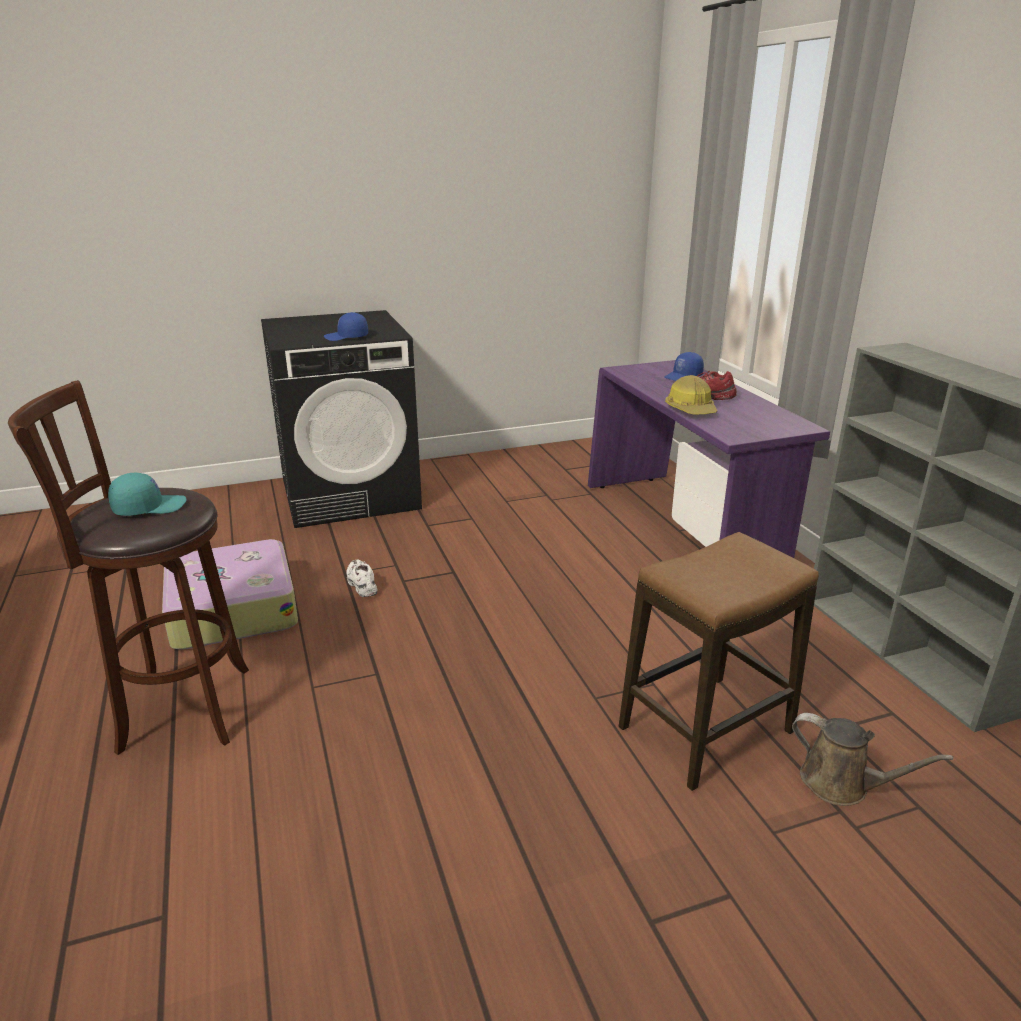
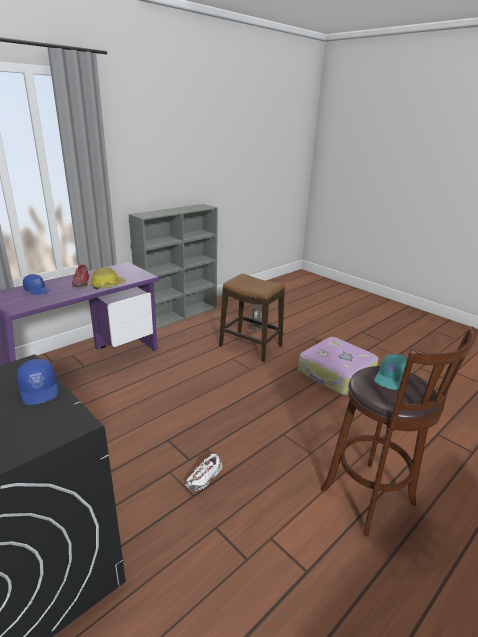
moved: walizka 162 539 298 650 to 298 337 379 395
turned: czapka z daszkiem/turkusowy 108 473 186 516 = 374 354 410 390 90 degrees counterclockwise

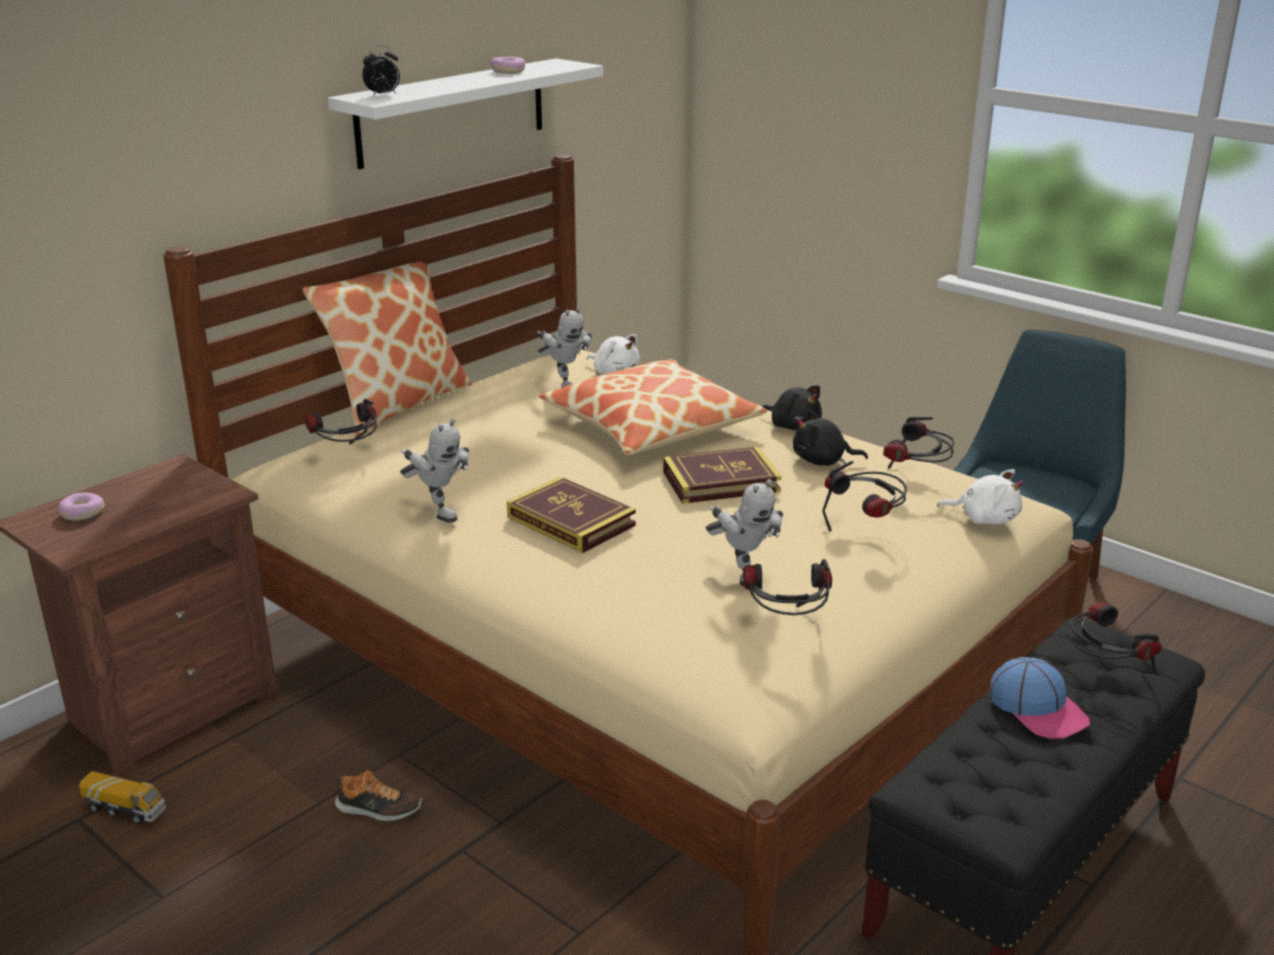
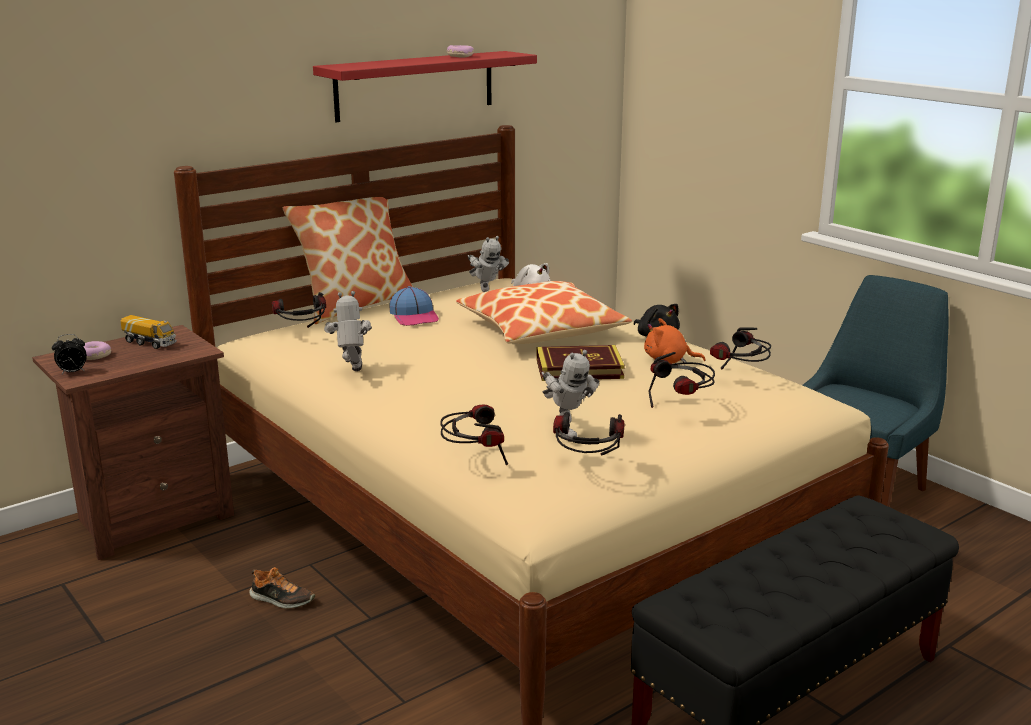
removed: książka 507 477 636 553; pluszak/biały 937 469 1023 525
moved: ciężarówka zabawkowa 79 771 166 824 to 120 315 177 349; budzik 362 45 400 97 to 52 334 87 374; czapka z daszkiem 990 657 1090 739 to 389 286 439 326; słuchawki 1069 602 1162 673 to 440 404 508 465
recoloured: półka/biały 328 58 603 169 to półka/czerwony 313 51 537 122; pluszak/czarny 793 409 868 466 to pluszak/pomarańczowy 644 318 706 364
turned: robot zabawkowy 400 418 469 523 = 324 291 372 371 150 degrees counterclockwise

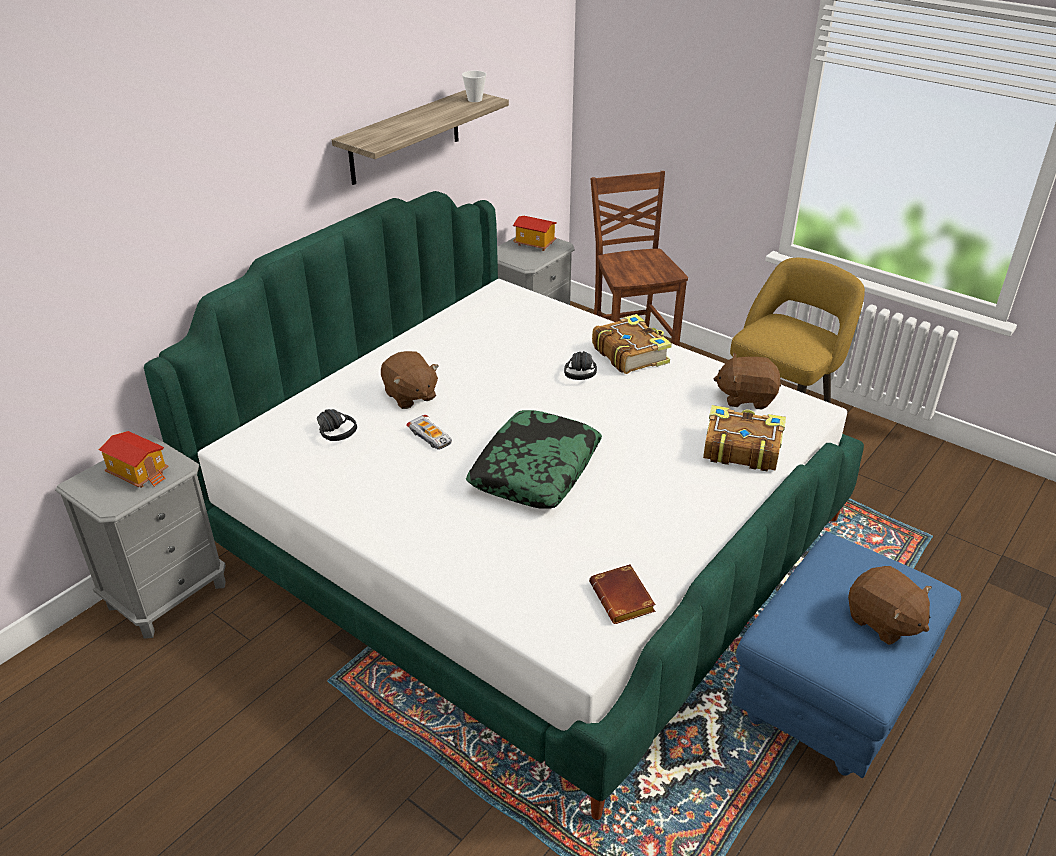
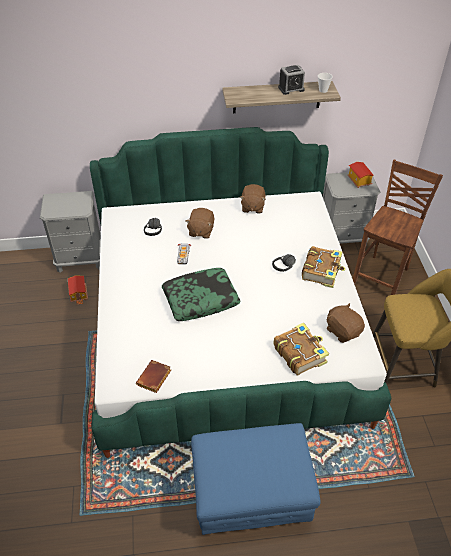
added: budzik 278 65 305 95
moved: domek 99 431 169 488 to 68 275 88 305; pluszak/brązowy 848 566 932 645 to 240 184 266 214

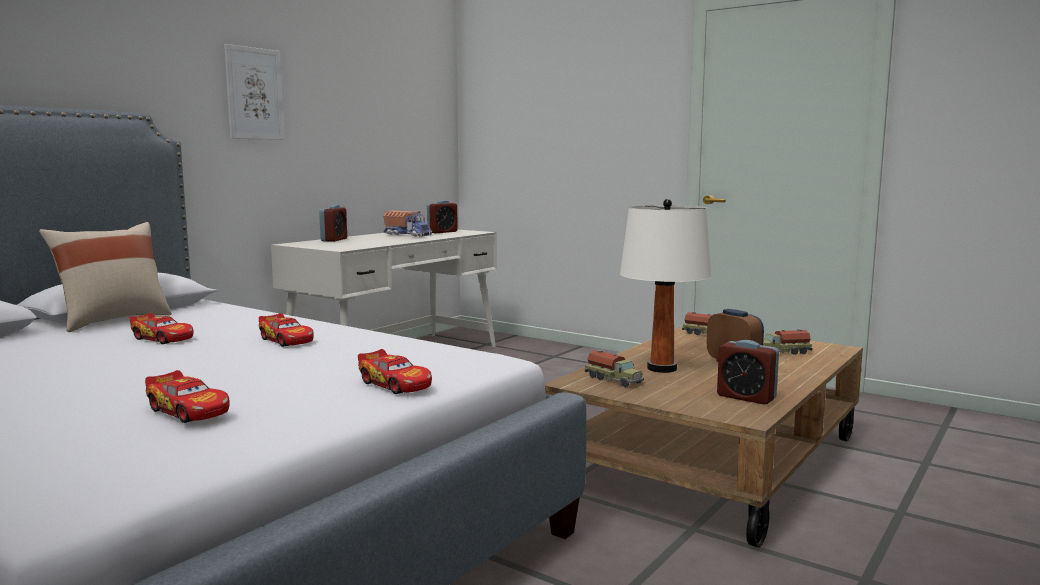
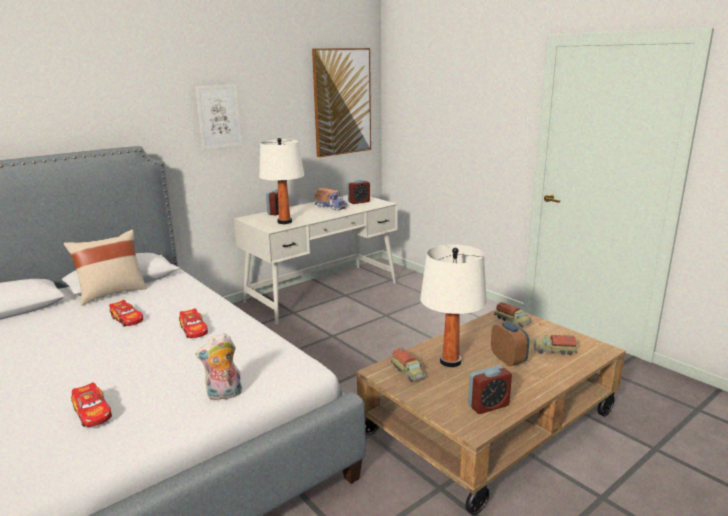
added: lampa stołowa/biały 259 138 304 224; obraz 312 48 371 157
replaced: samochodzik 358 349 432 394 to pluszak 195 333 242 401
turned: budzik 717 340 779 405 = 468 365 512 414 75 degrees counterclockwise

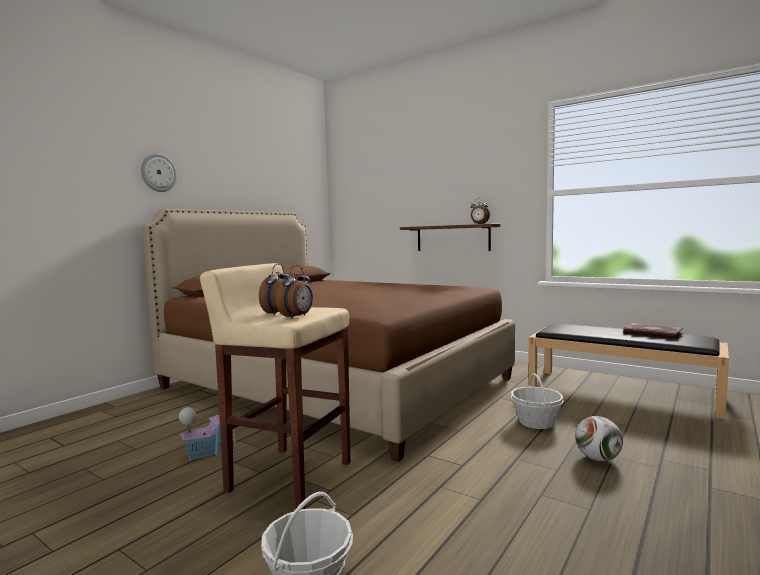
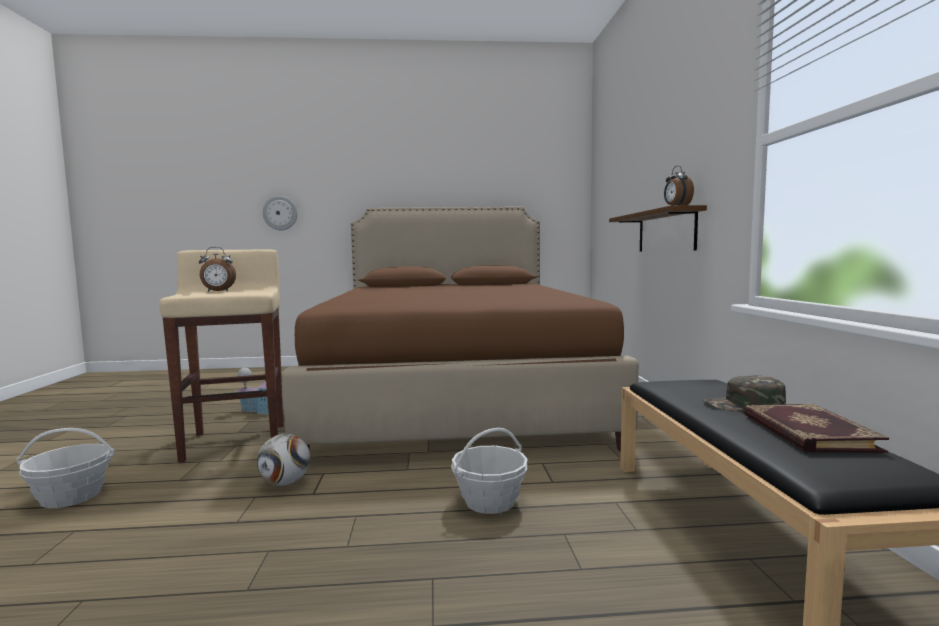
removed: budzik 276 265 313 319
added: czapka z daszkiem/zielony 702 375 786 411
moved: zegar ścienny 140 153 177 192 to 263 196 297 230; piłka futbolowa 575 416 623 462 to 257 434 310 486

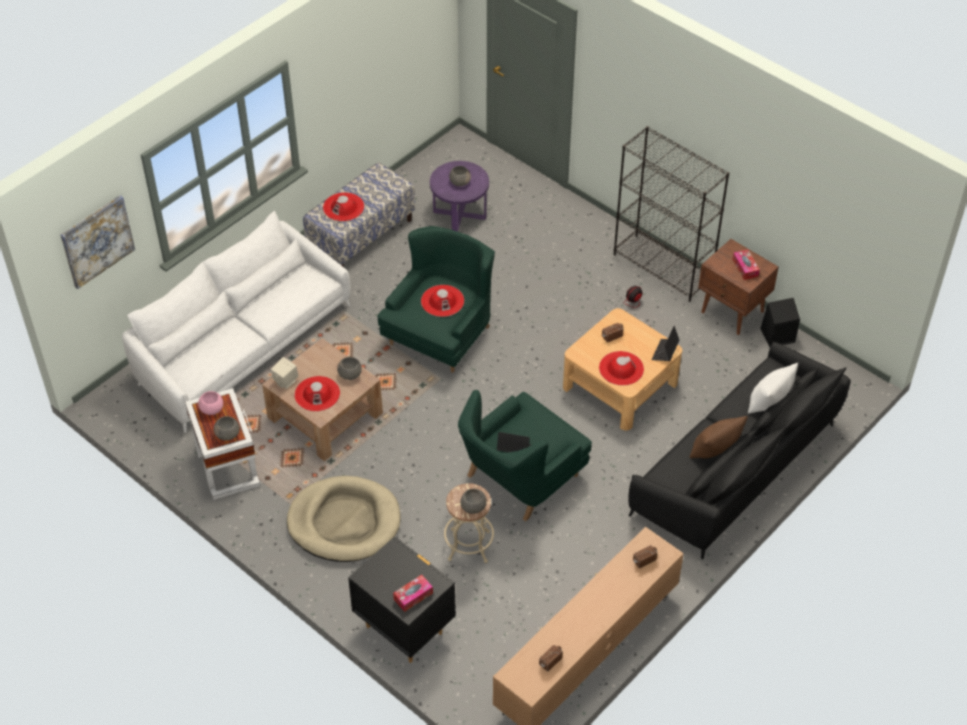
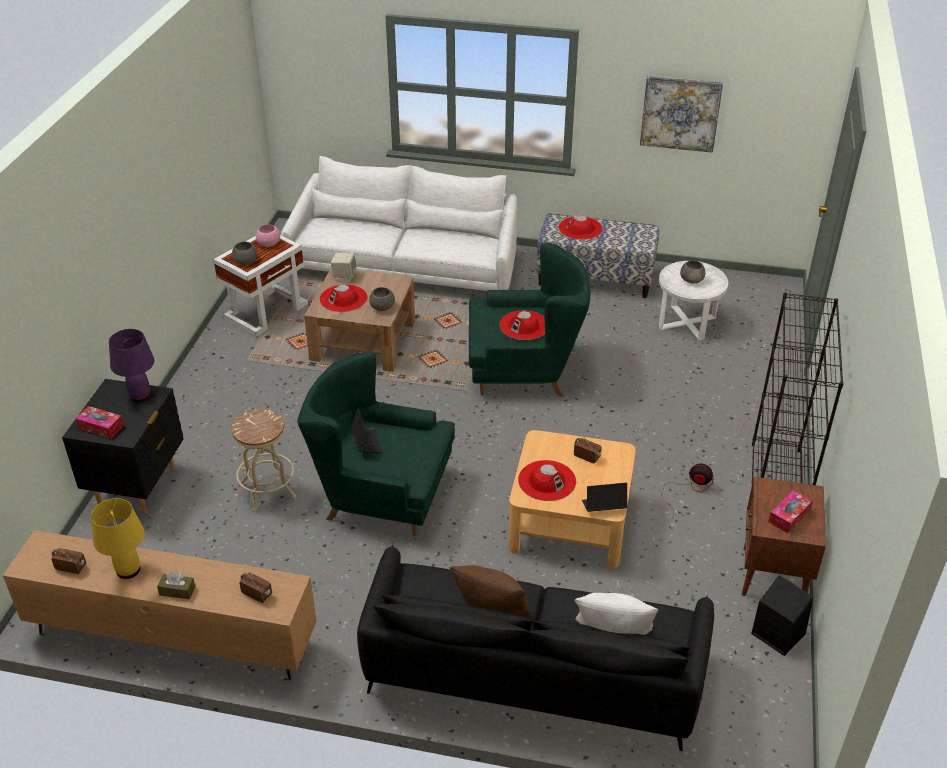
removed: legowisko/beżowy 287 476 401 562; miska/szary 460 489 487 514
added: lampa stołowa/żółty 91 498 145 579; lampa stołowa/fioletowy 109 329 154 402; pudełko chusteczek/brązowy 157 572 195 599
moved: obraz 60 195 135 289 to 640 76 723 153
recoloured: stolik/fioletowy 430 161 489 232 to stolik/biały 659 261 728 340

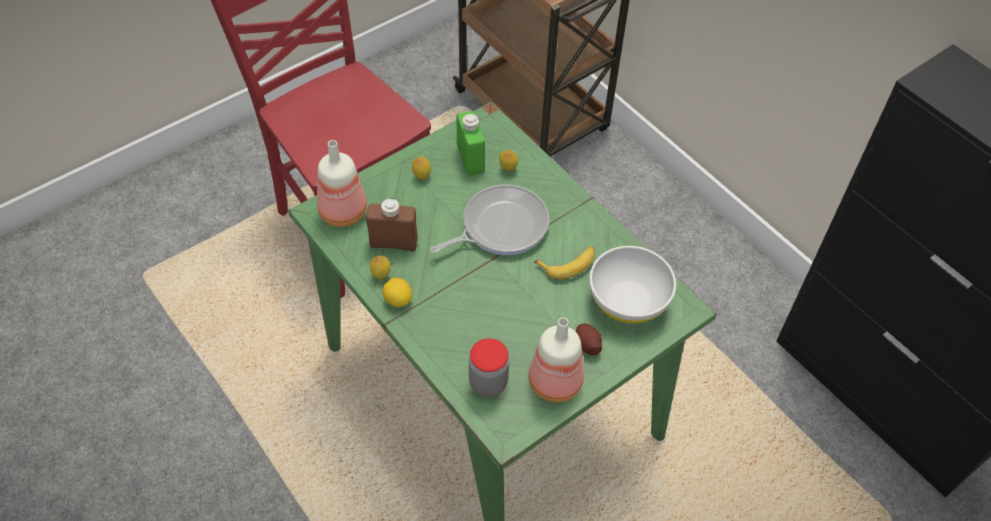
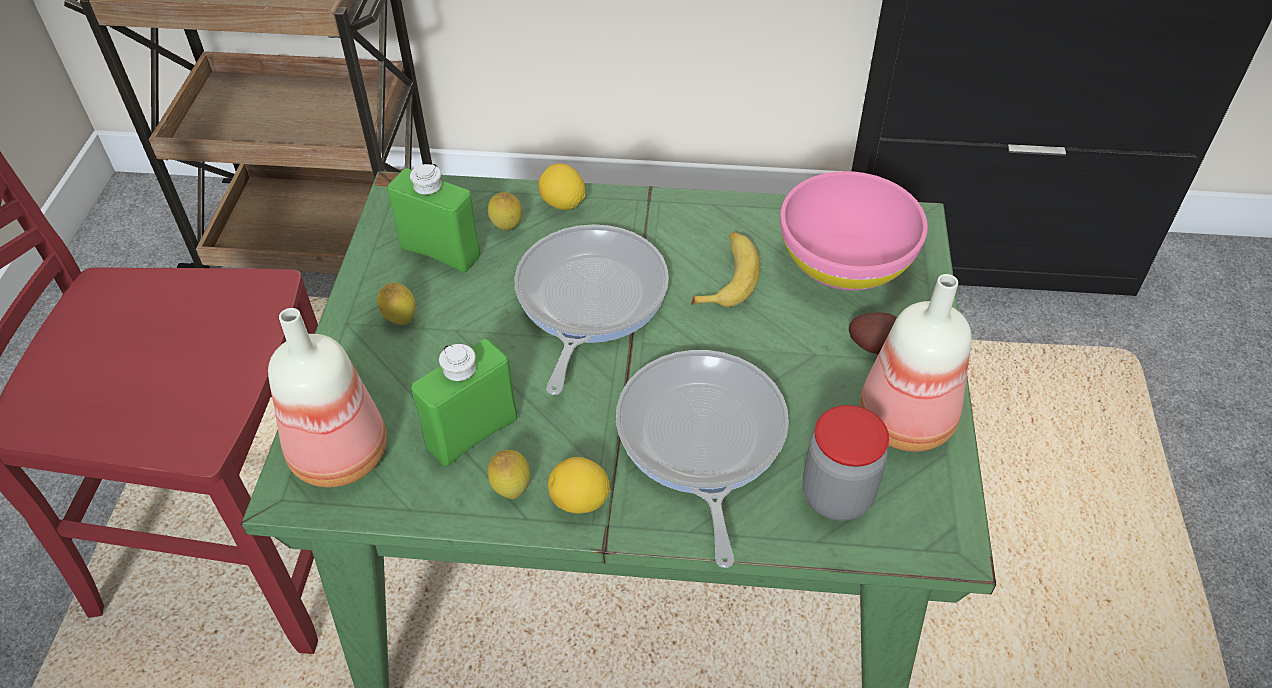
added: cytryna 538 163 586 210; patelnia 616 350 789 568
recoloured: butelka/brązowy 366 198 418 251 to butelka/zielony 411 339 517 467; miska/biały 589 246 676 323 to miska/różowy 780 171 928 291

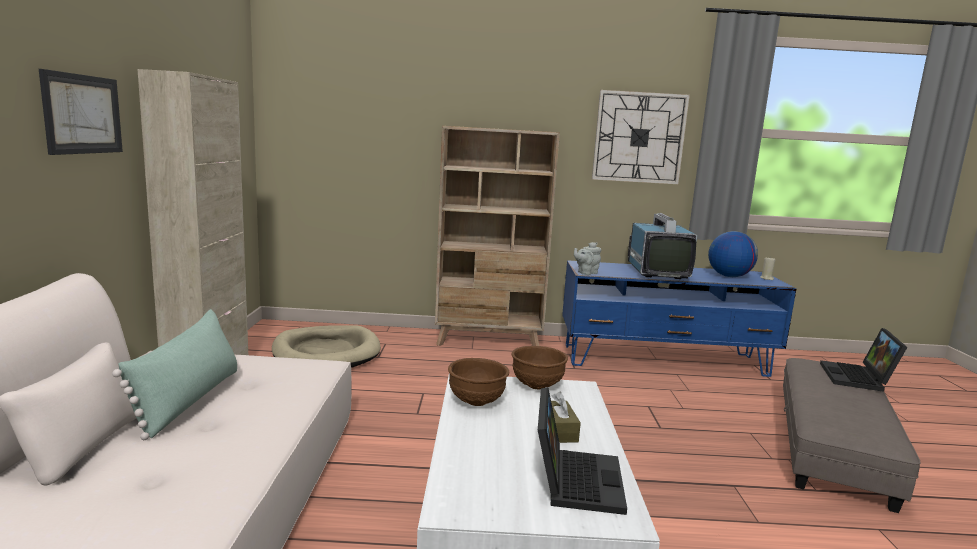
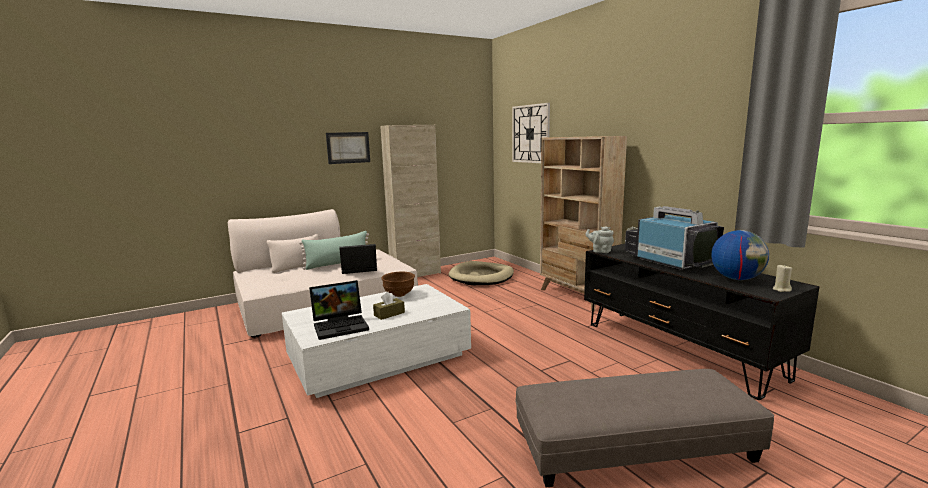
removed: miska/brązowy 511 346 568 389
moved: zegar ścienny 592 90 690 184 to 512 103 550 163; laptop 820 328 907 392 to 339 244 377 274
recoloured: szafka pod telewizor/niebieski 562 260 797 377 to szafka pod telewizor/czarny 584 244 820 400
turned: telewizor 628 213 697 279 = 625 206 724 270 90 degrees counterclockwise

